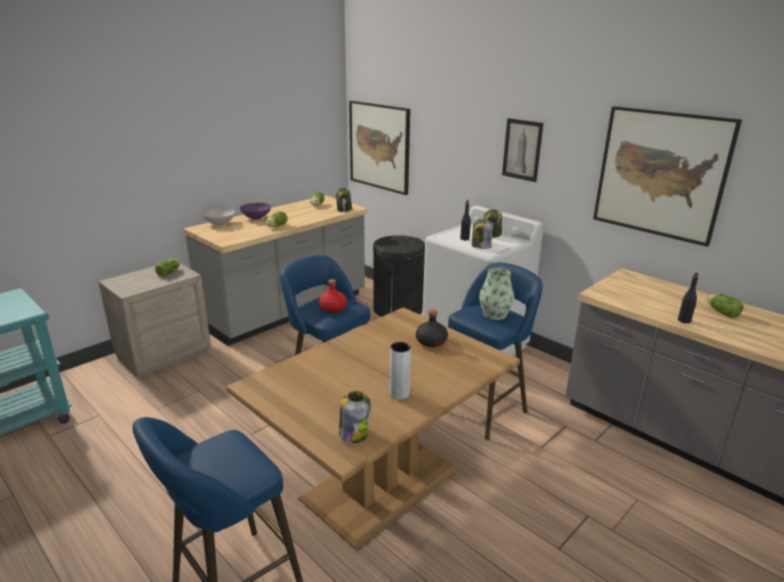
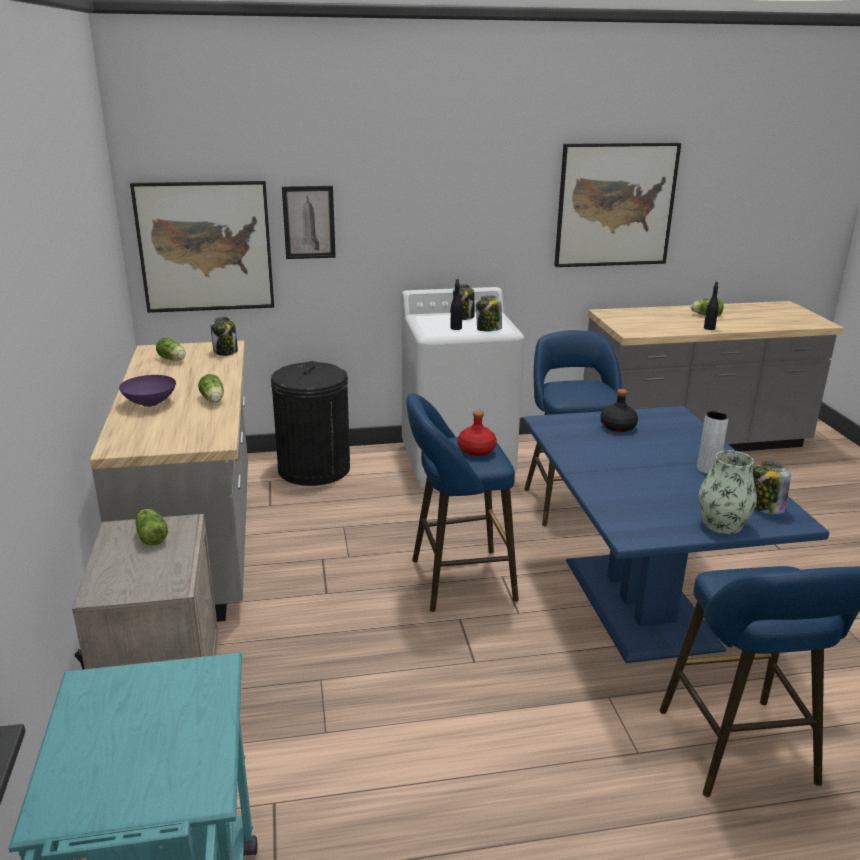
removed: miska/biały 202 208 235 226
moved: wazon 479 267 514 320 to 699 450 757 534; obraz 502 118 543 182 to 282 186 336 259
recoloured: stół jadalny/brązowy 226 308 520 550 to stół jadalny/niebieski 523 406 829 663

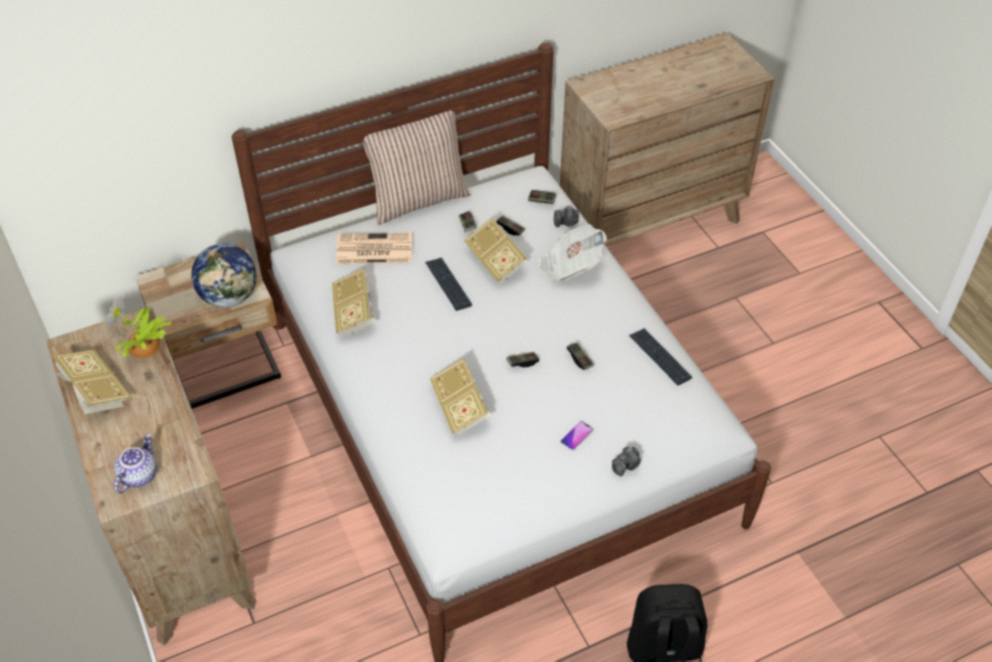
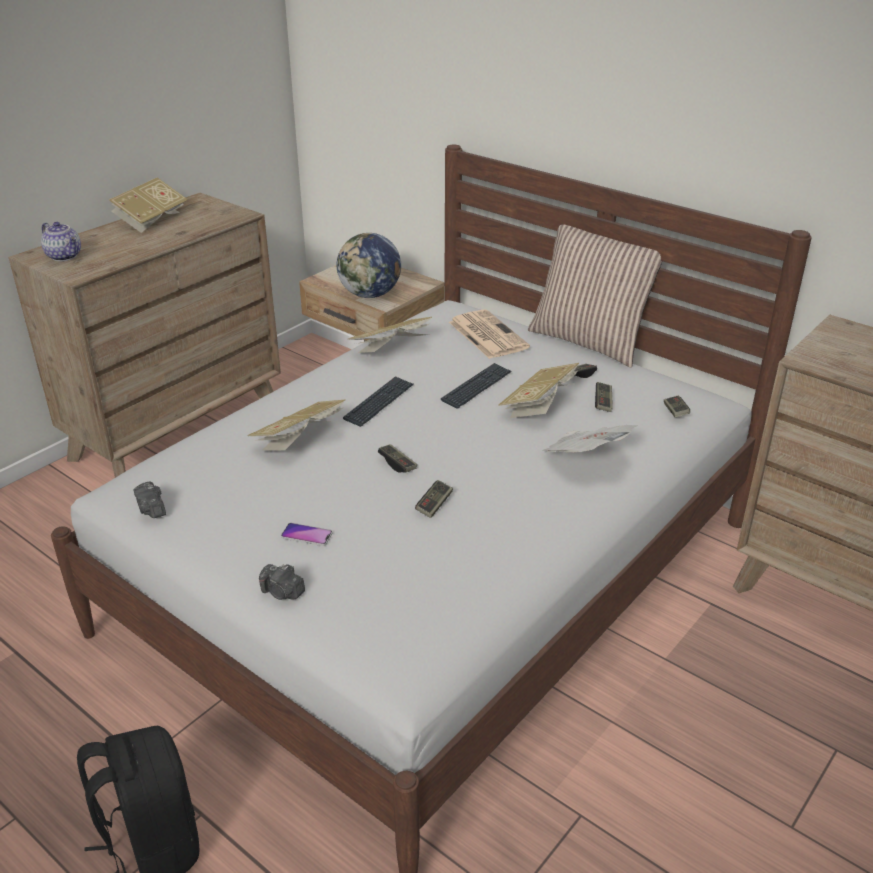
removed: roślina doniczkowa 106 297 172 359
moved: aparat fotograficzny 554 206 579 227 to 134 481 166 518; klawiatura 629 329 692 386 to 343 376 413 427
turned: imbryk 114 434 156 493 = 41 222 81 261 45 degrees clockwise

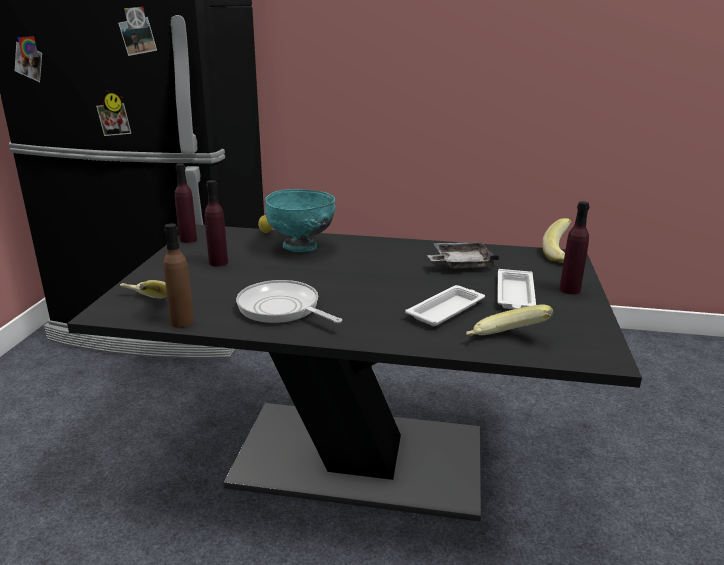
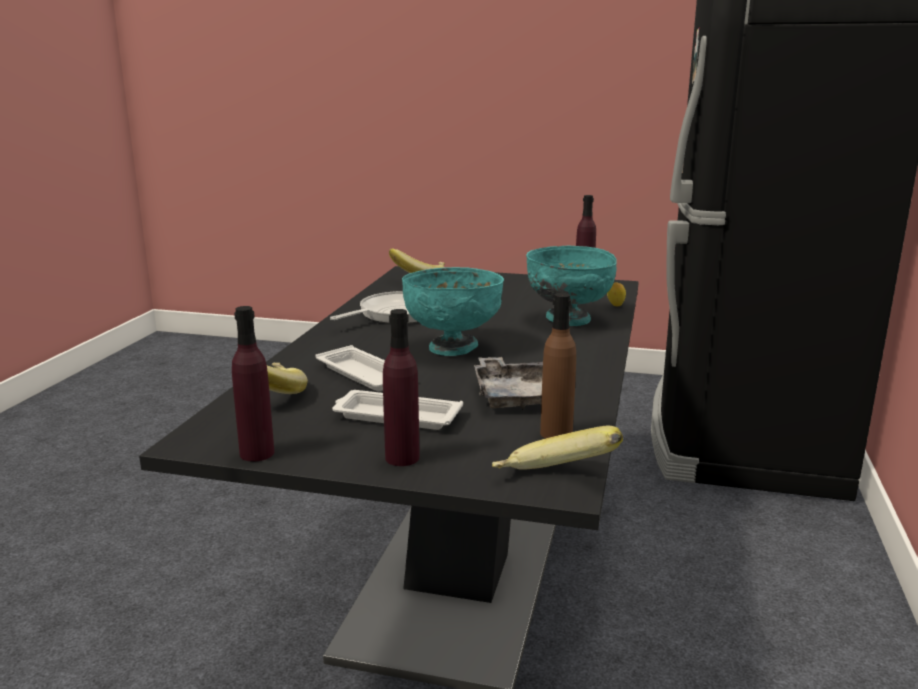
added: miska/turkusowy 402 267 504 356
moved: butelka/brązowy 163 224 194 328 to 540 293 576 439; butelka/fioletowy 205 180 228 267 to 232 306 274 462

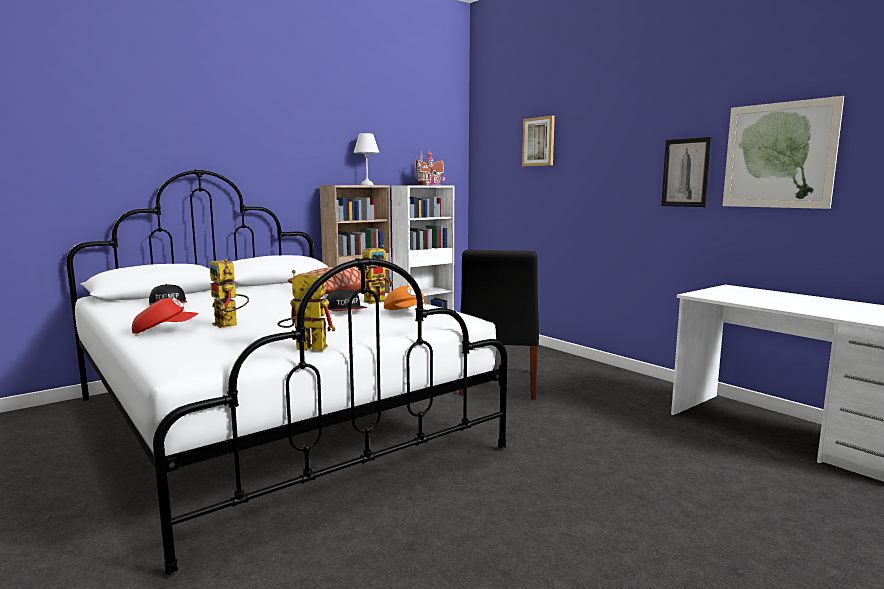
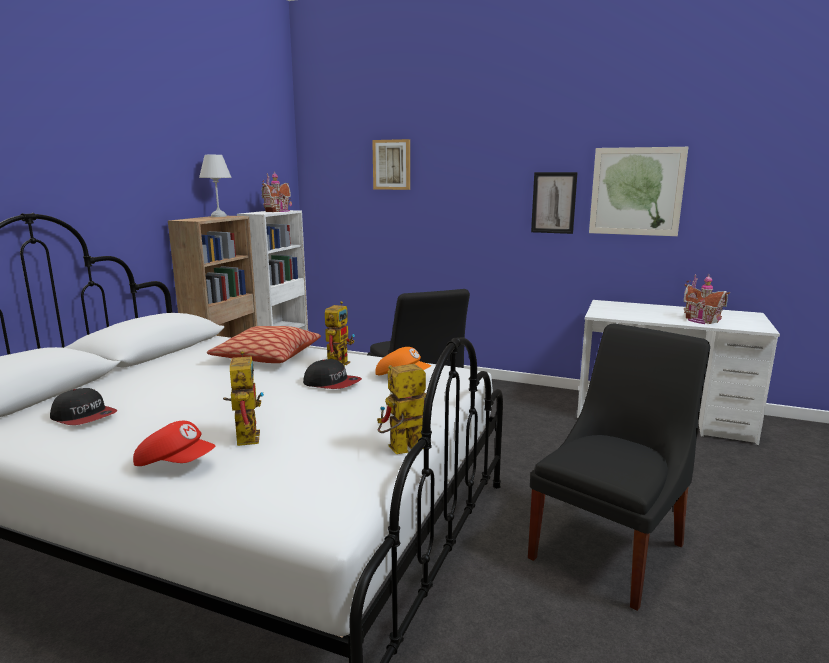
added: krzesło/czarny 528 323 710 611; domek 684 274 730 324
turned: czapka z daszkiem/czerwony 132 298 198 334 = 133 421 215 466 60 degrees clockwise; robot zabawkowy 210 259 249 328 = 223 351 264 446 120 degrees counterclockwise

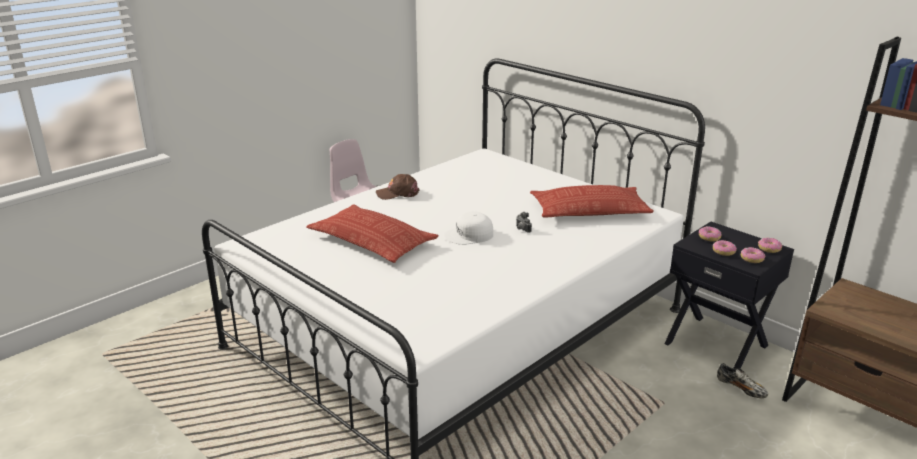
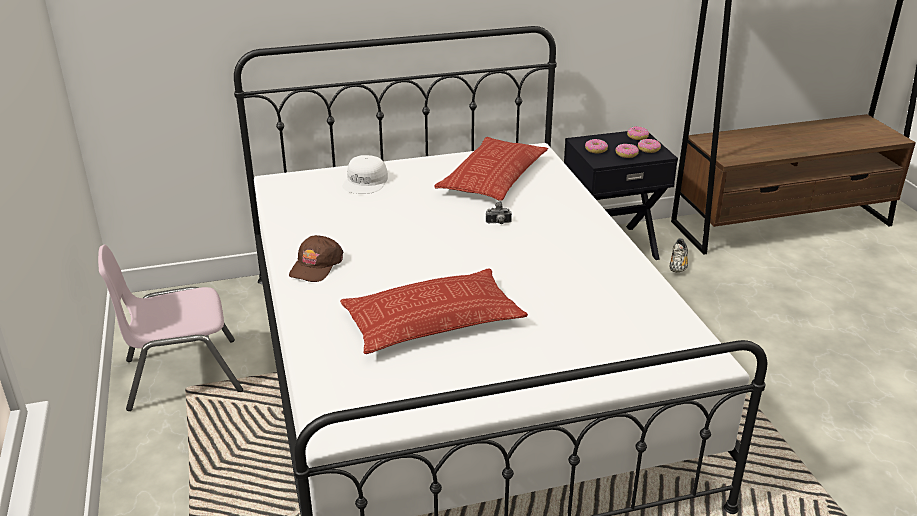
moved: czapka z daszkiem/biały 444 211 493 245 to 343 155 388 194
turned: but 717 363 768 398 = 670 238 688 272 120 degrees clockwise

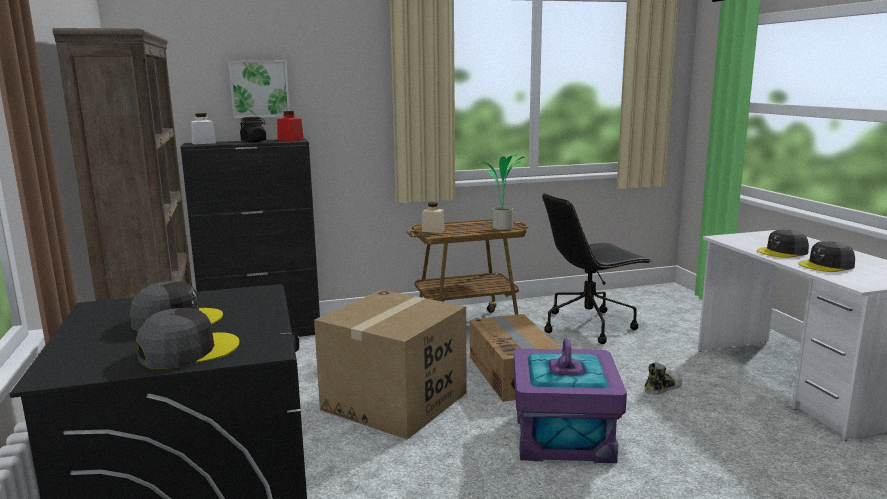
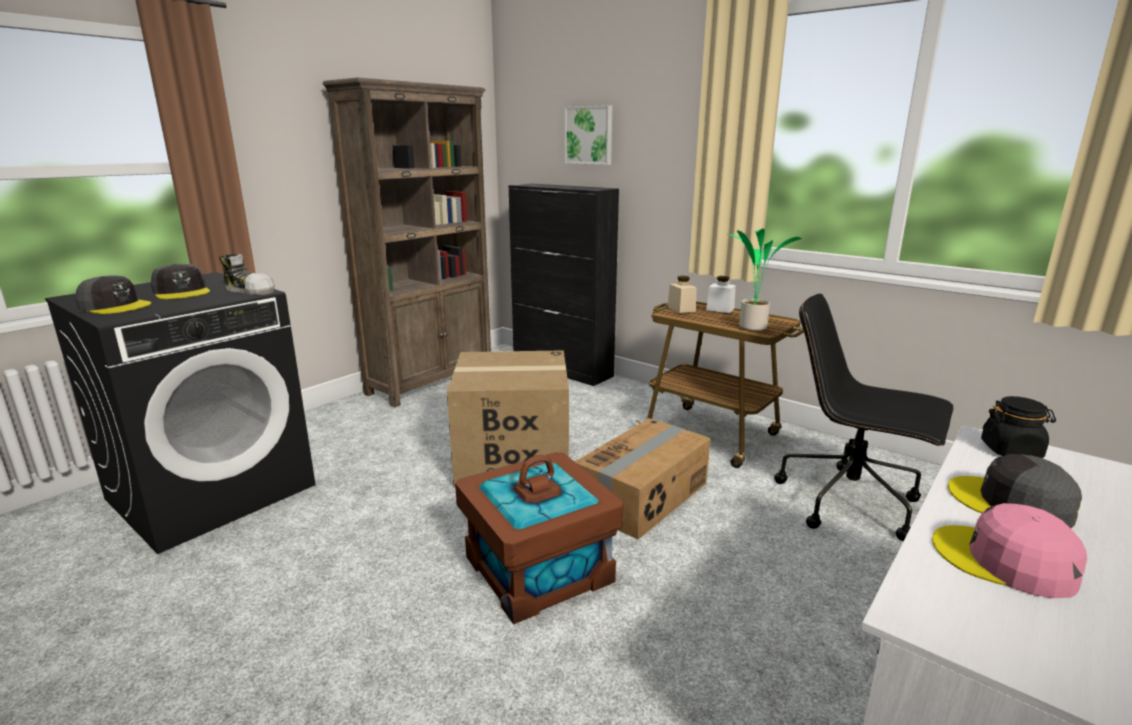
removed: słoik/czerwony 277 111 304 141
moved: słoik/biały 191 113 216 145 to 706 276 735 313; słoik/czarny 240 117 266 142 to 981 396 1056 458; but 645 362 682 395 to 219 254 274 295
recoloured: pojemnik do przechowywania/fioletowy 513 338 627 463 to pojemnik do przechowywania/brązowy 455 452 624 625; czapka z daszkiem/szary 798 241 855 272 to czapka z daszkiem/różowy 932 503 1087 598

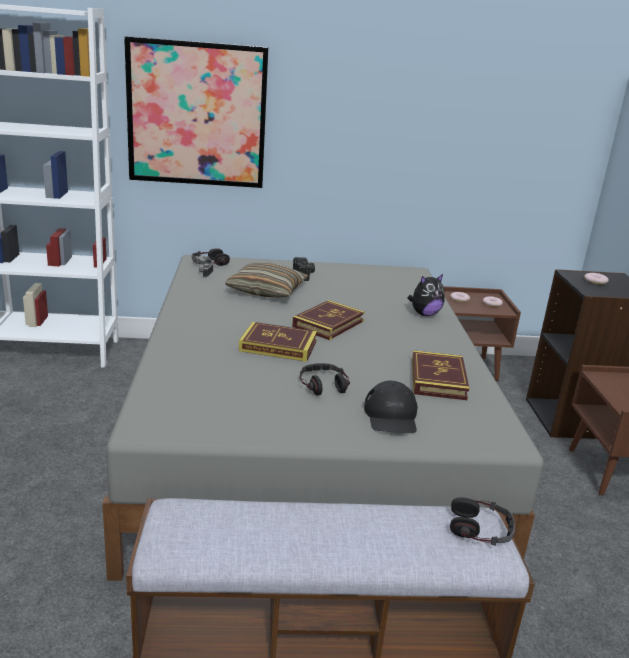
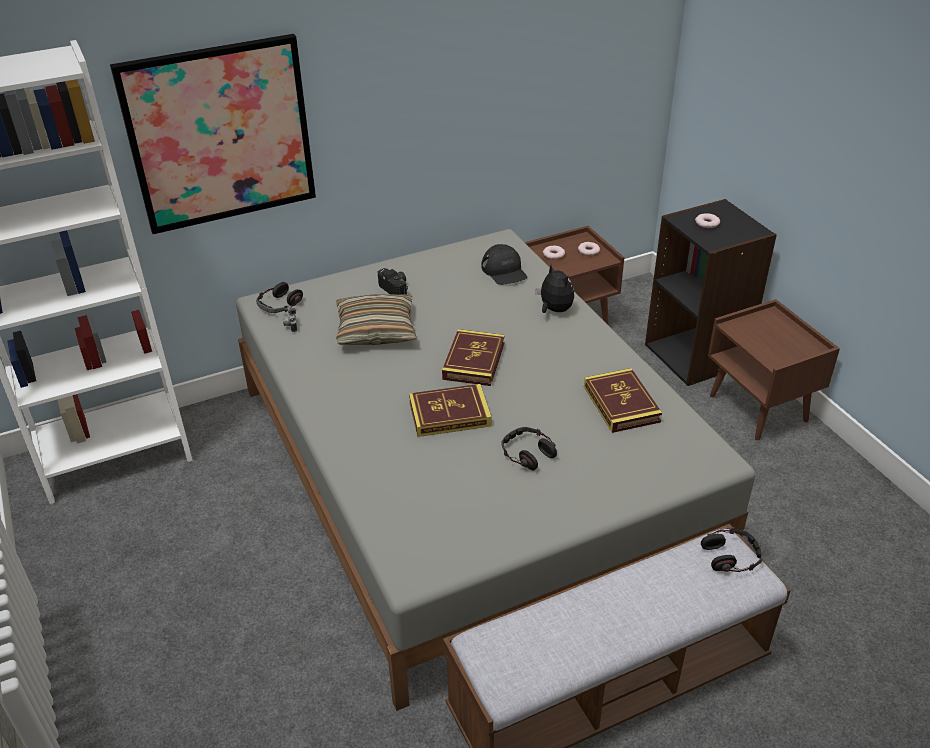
moved: czapka z daszkiem/czarny 364 381 418 433 to 481 244 528 285
turned: pluszak 408 274 445 316 = 535 264 574 313 75 degrees counterclockwise

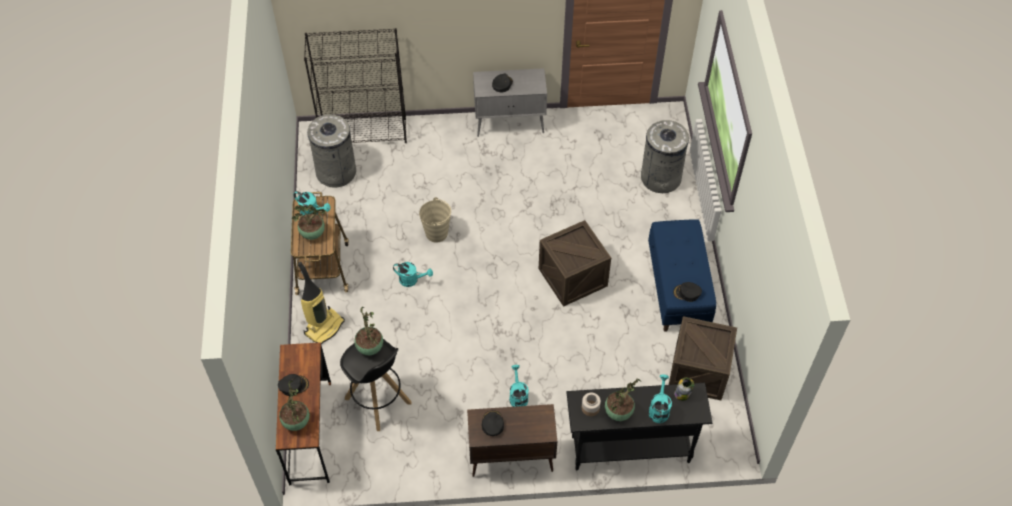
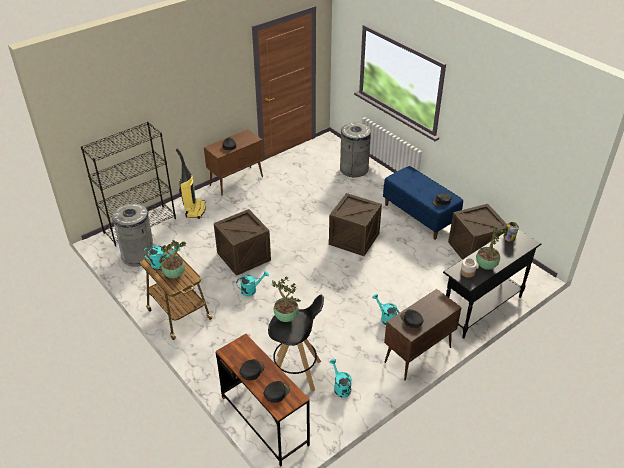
moved: odkurzacz 298 262 345 345 to 176 148 206 219; konewka/turkusowy 649 374 672 423 to 330 359 352 397
replaced: roślina doniczkowa 279 381 310 431 to czapka z daszkiem/czarny 264 381 290 403; wiadro/beżowy 419 197 451 242 to skrzynka 214 209 271 276
recoloured: szafka/szary 473 68 547 137 to szafka/brązowy 204 129 264 196

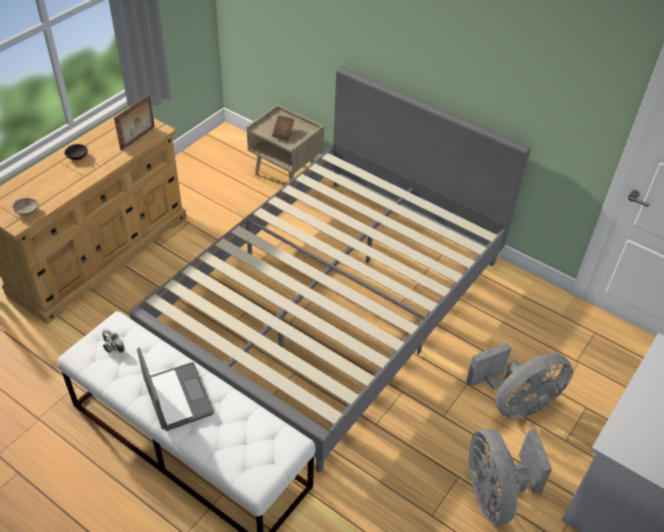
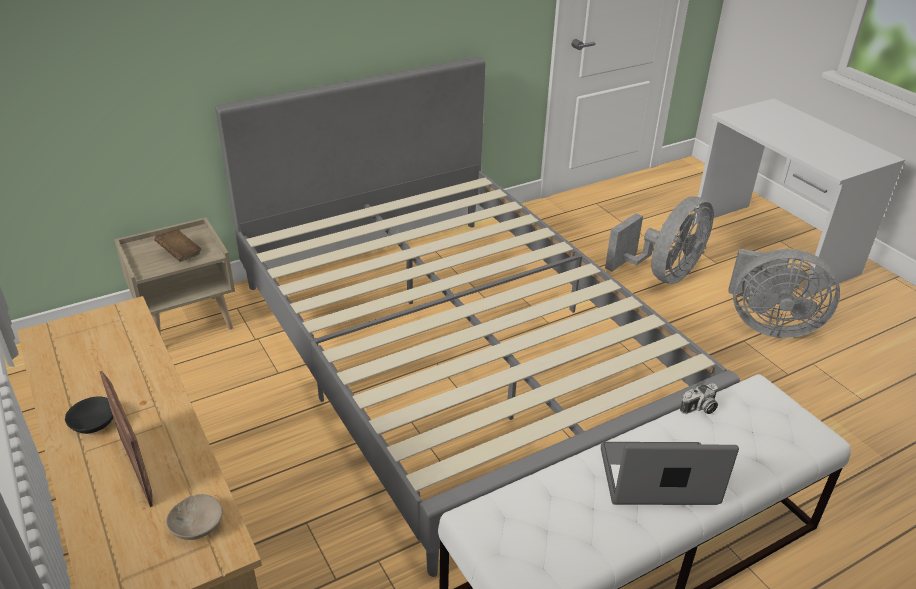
moved: aparat fotograficzny 102 329 125 353 to 680 383 718 414; ramka na zdjęcie 114 94 155 150 to 100 371 153 507
turned: wentylator/szary 466 343 573 419 = 605 197 714 284 45 degrees clockwise

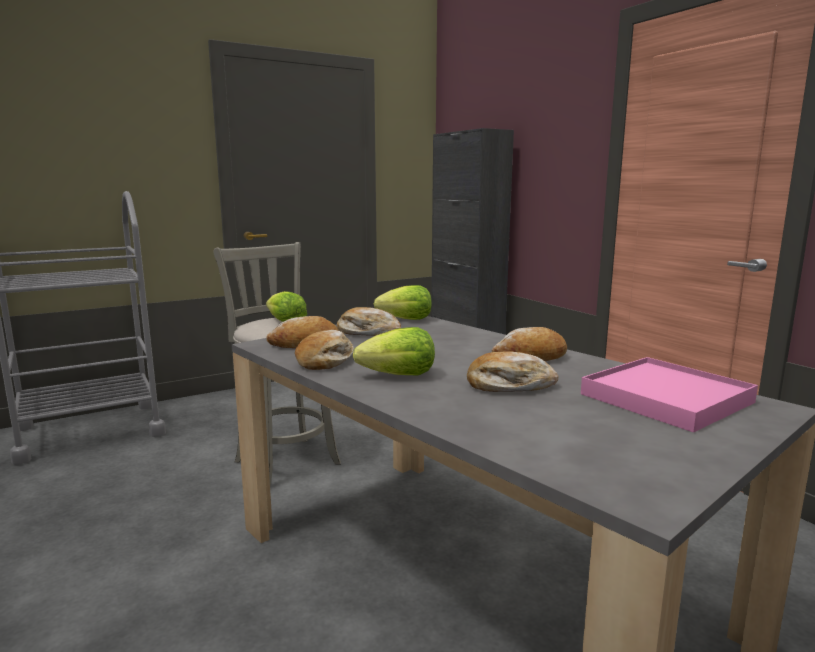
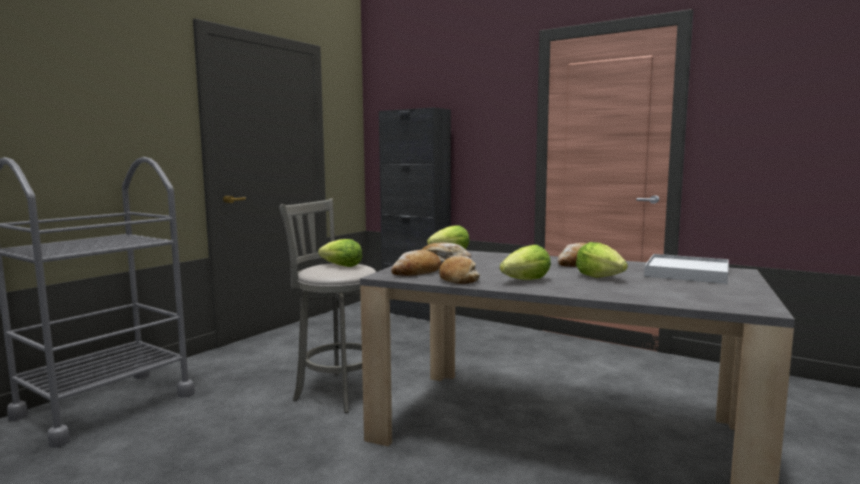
replaced: chleb 467 351 558 392 to sałata 576 242 628 278
recoloured: taca/różowy 581 357 758 432 to taca/biały 644 254 729 284

